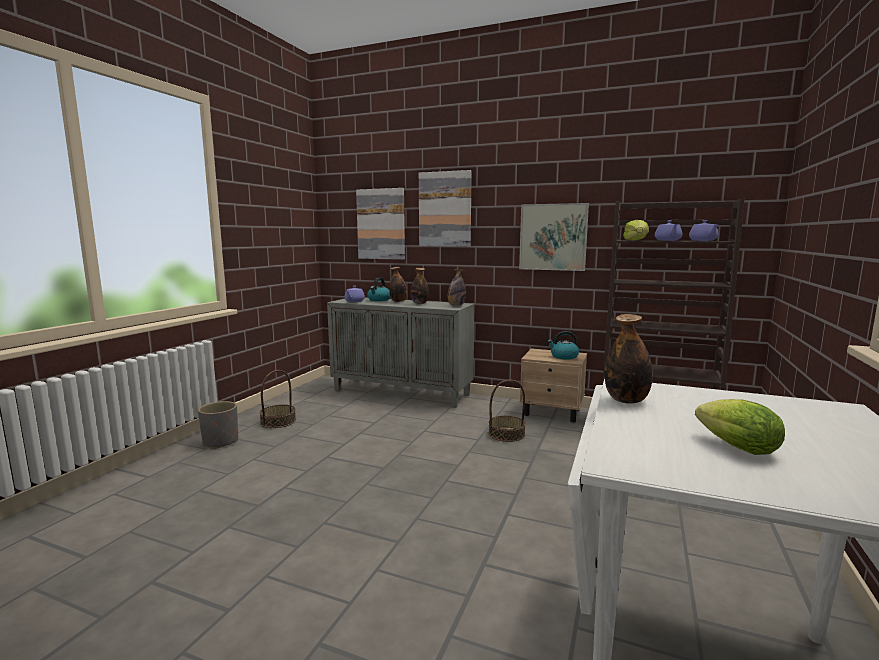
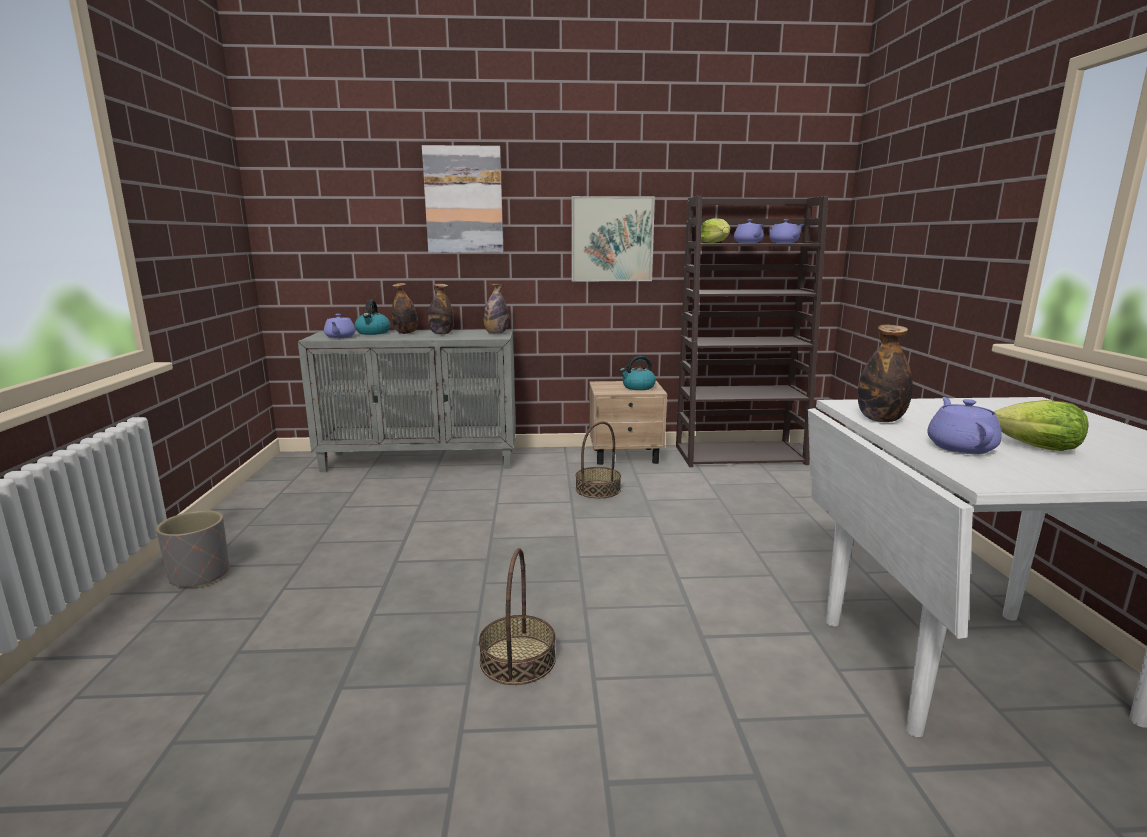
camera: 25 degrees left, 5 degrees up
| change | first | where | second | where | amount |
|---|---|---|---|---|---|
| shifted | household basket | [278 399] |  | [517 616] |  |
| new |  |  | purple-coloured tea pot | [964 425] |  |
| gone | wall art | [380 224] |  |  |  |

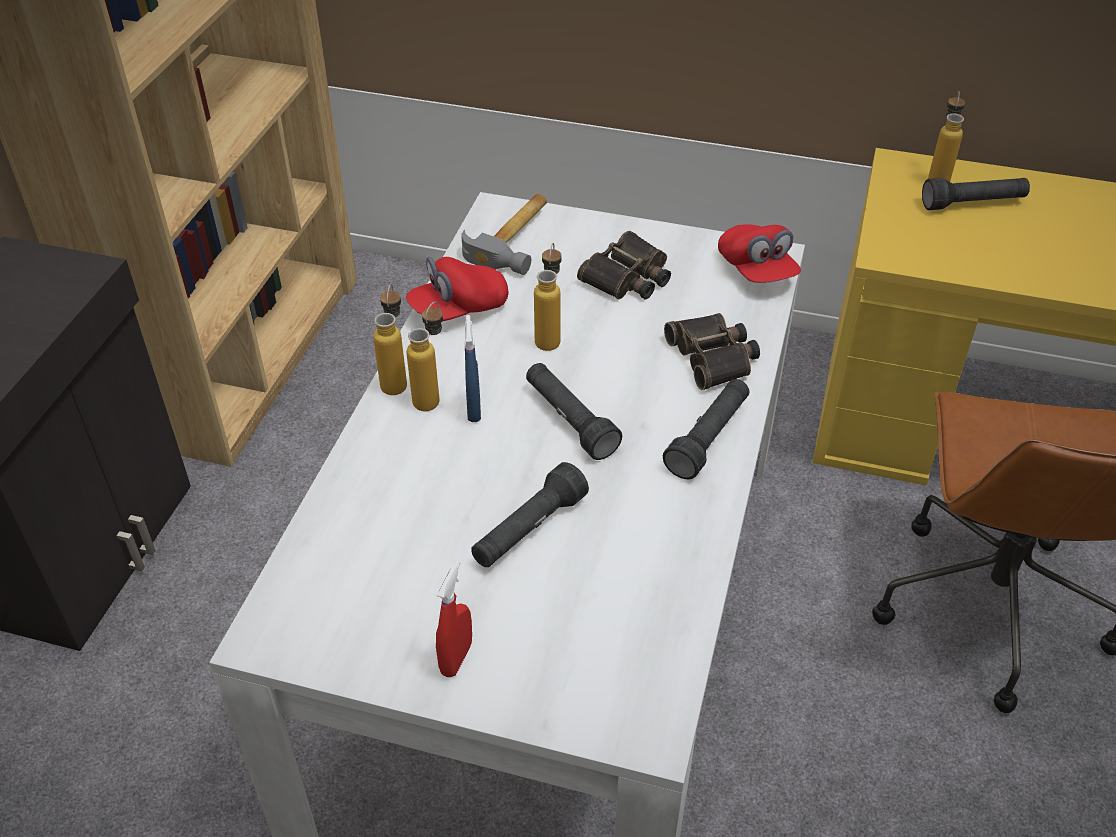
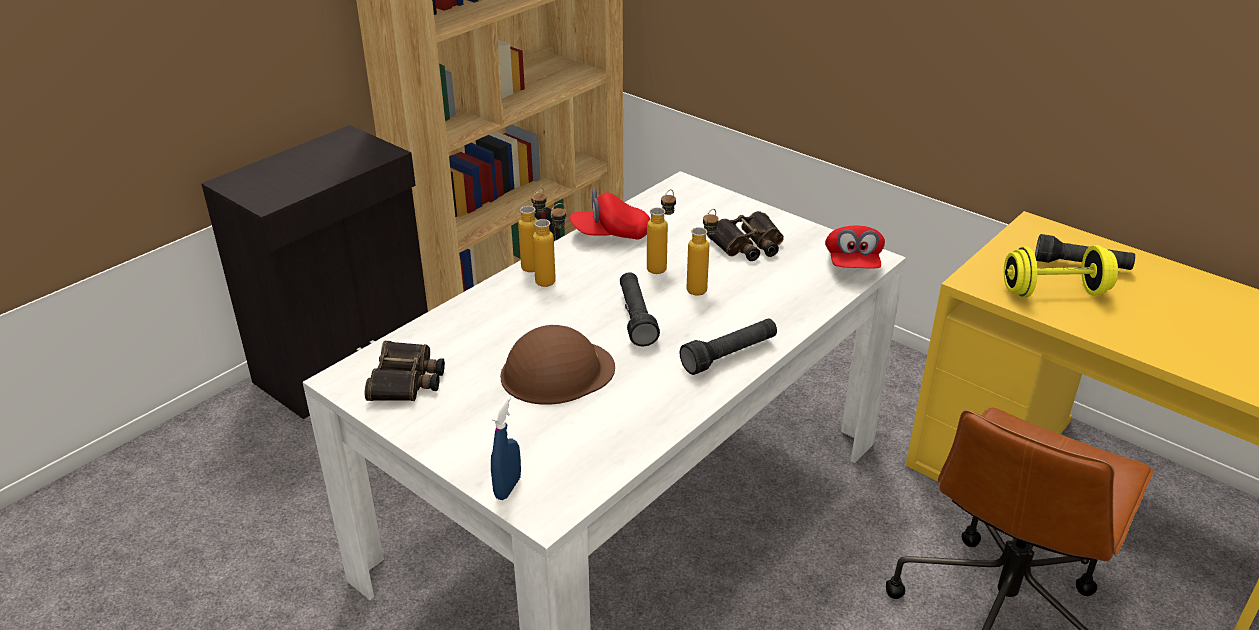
camera: 25 degrees right, 10 degrees down
| change | first | where | second | where | amount |
|---|---|---|---|---|---|
| shifted | binoculars | [712 351] |  | [405 371] |  |
| shifted | blue-coloured hand sprayer | [473 368] |  | [506 448] |  |
| swapped | blackish torch | [530 514] | brown-coloured safety helmet | [557 364] |  |
| shifted | bottle | [946 136] |  | [703 252] |  |
| new |  |  | yellow-coloured free weight | [1061 271] |  |
| gone | red-coloured hand sprayer | [454 619] |  |  |  |
| gone | tool hammer | [504 234] |  |  |  |

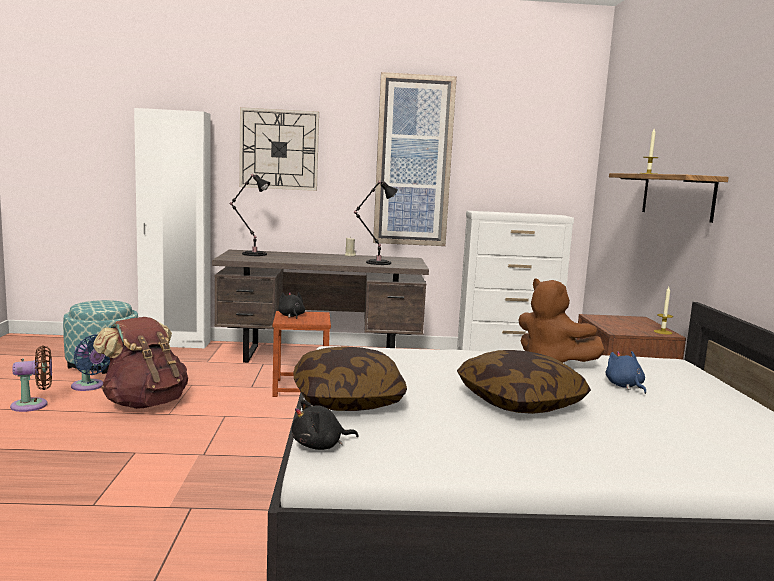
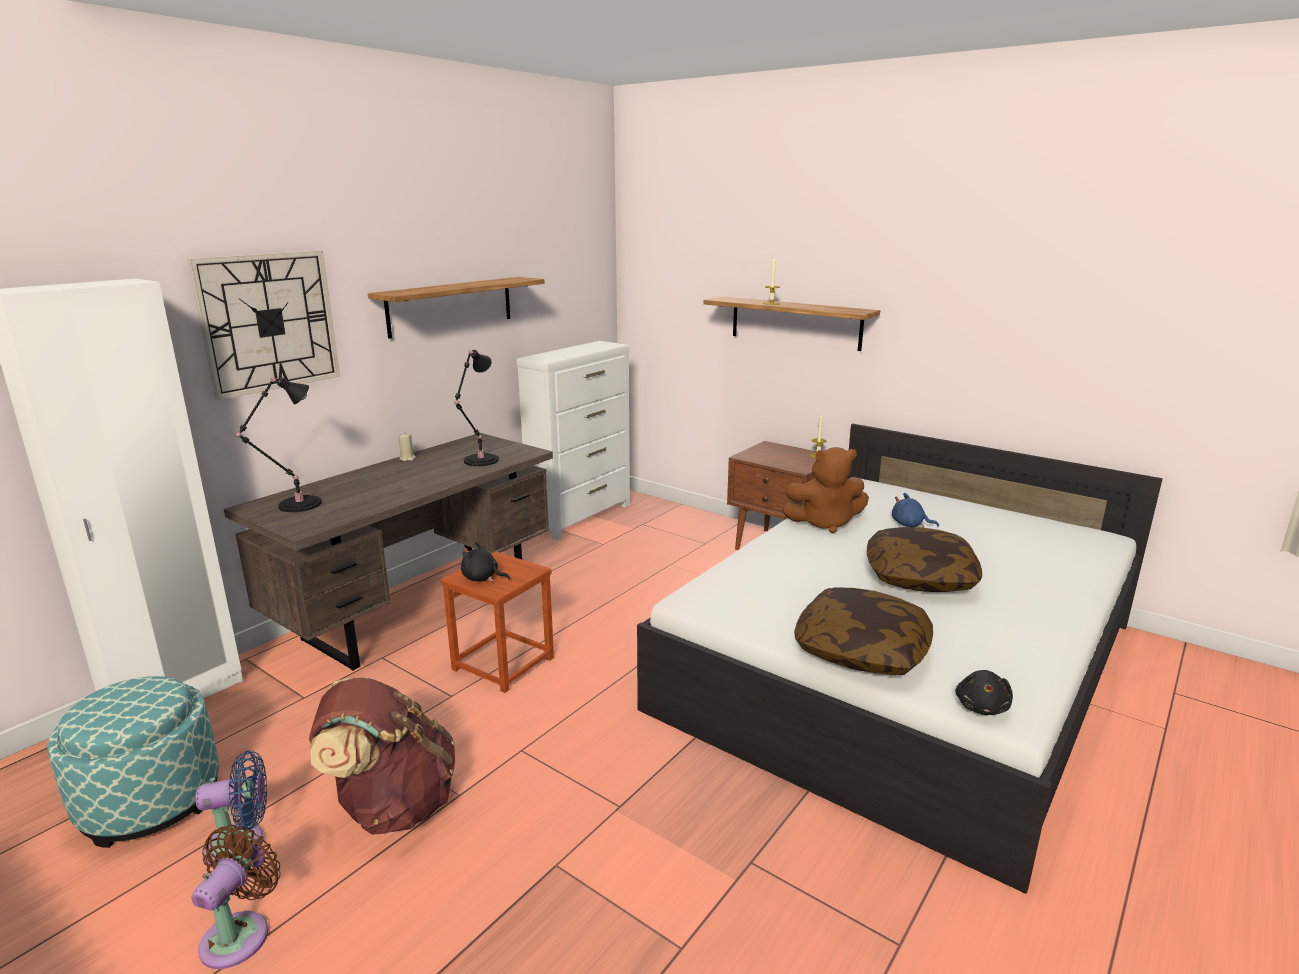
camera: 50 degrees left, 10 degrees up
| change | first | where | second | where | amount |
|---|---|---|---|---|---|
| swapped | wall art | [415 159] | wall shelf | [456 307] |  |

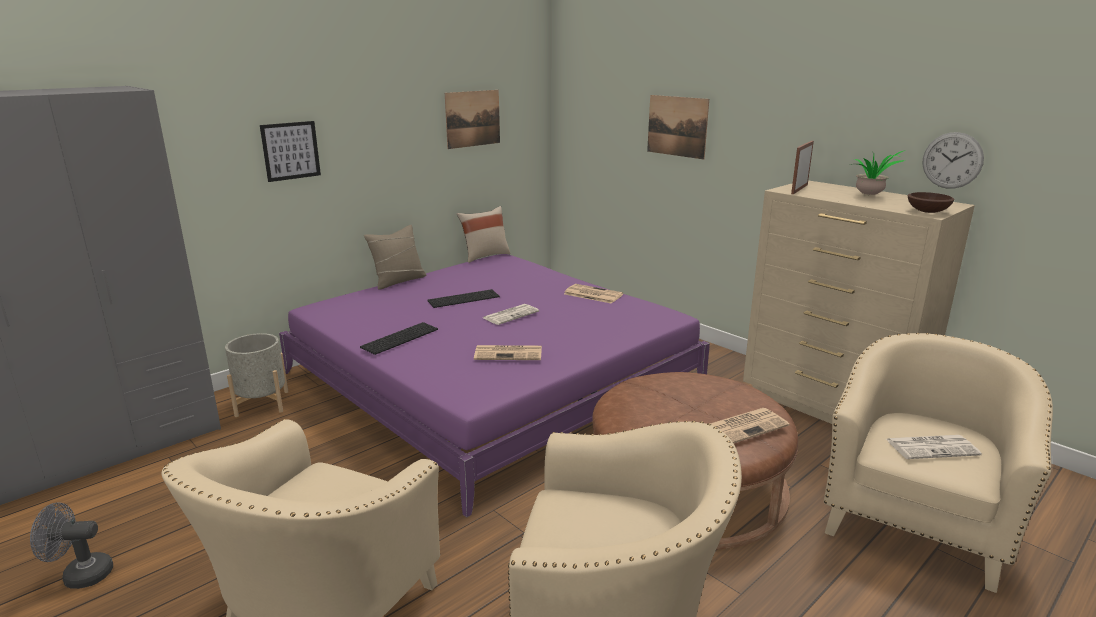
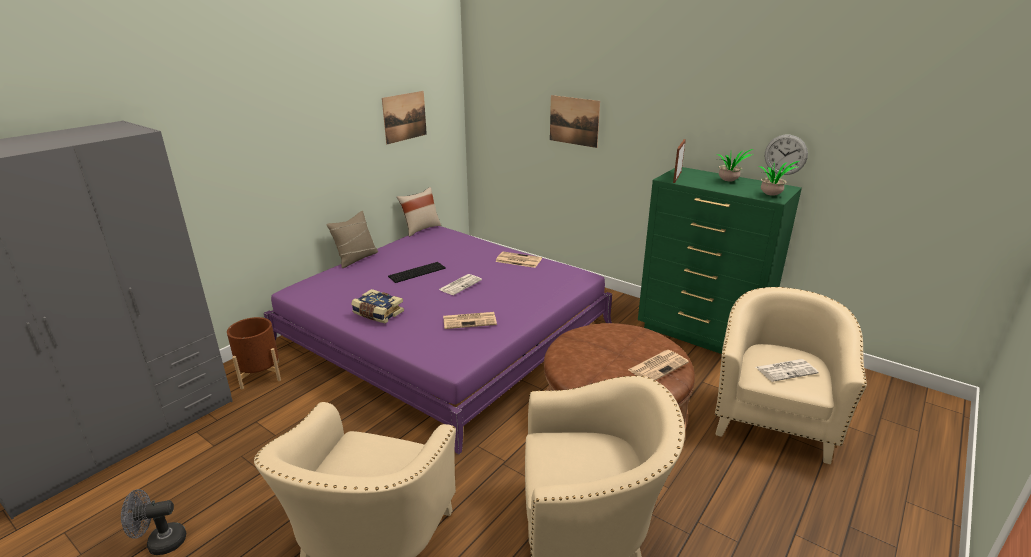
camera: 10 degrees left, 5 degrees up
| change | first | where | second | where | amount |
|---|---|---|---|---|---|
| repainted | gray plant pot | [256 375] | brown-coloured plant pot | [254 353] |  |
| swapped | computer keyboard | [399 338] | bound book | [377 306] |  |
| repainted | beige-coloured dresser | [859 302] | green dresser | [720 260] |  |
| swapped | brown-coloured bowl | [931 202] | potted plant | [779 178] |  |
| gone | wall art | [290 151] |  |  |  |

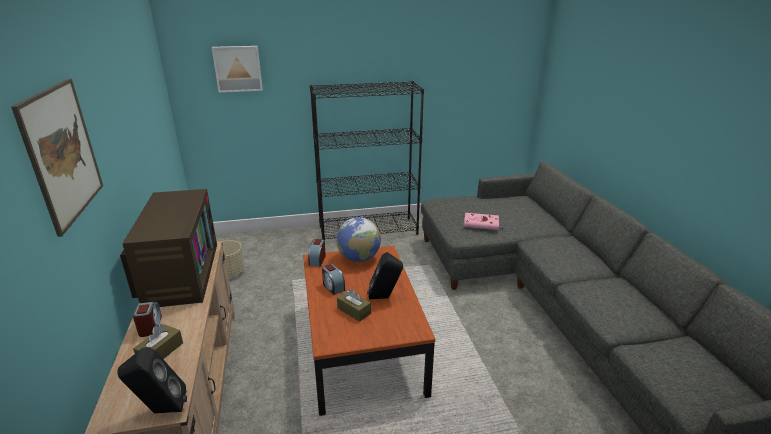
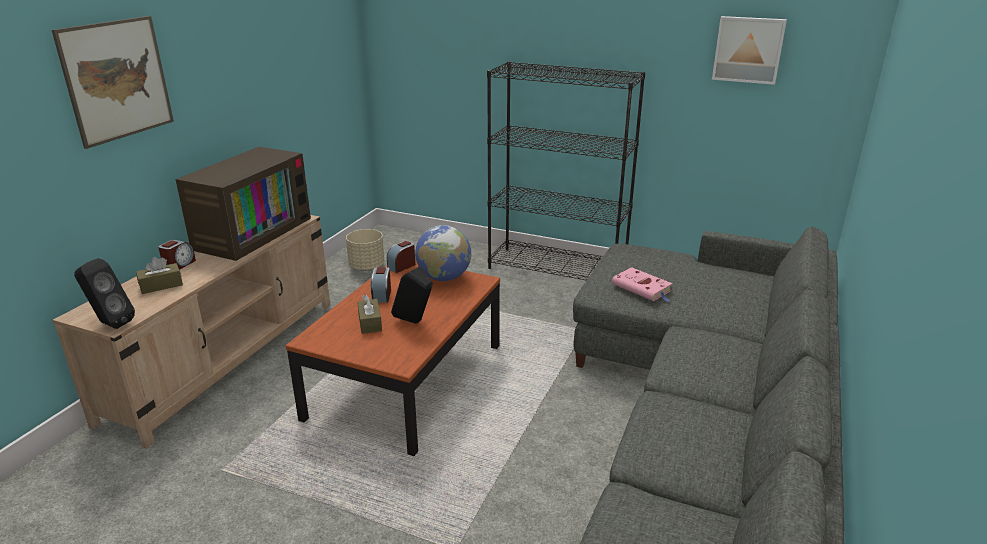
camera: 35 degrees right, 0 degrees up
| change | first | where | second | where | amount |
|---|---|---|---|---|---|
| shifted | wall art | [237 69] |  | [749 50] |  |

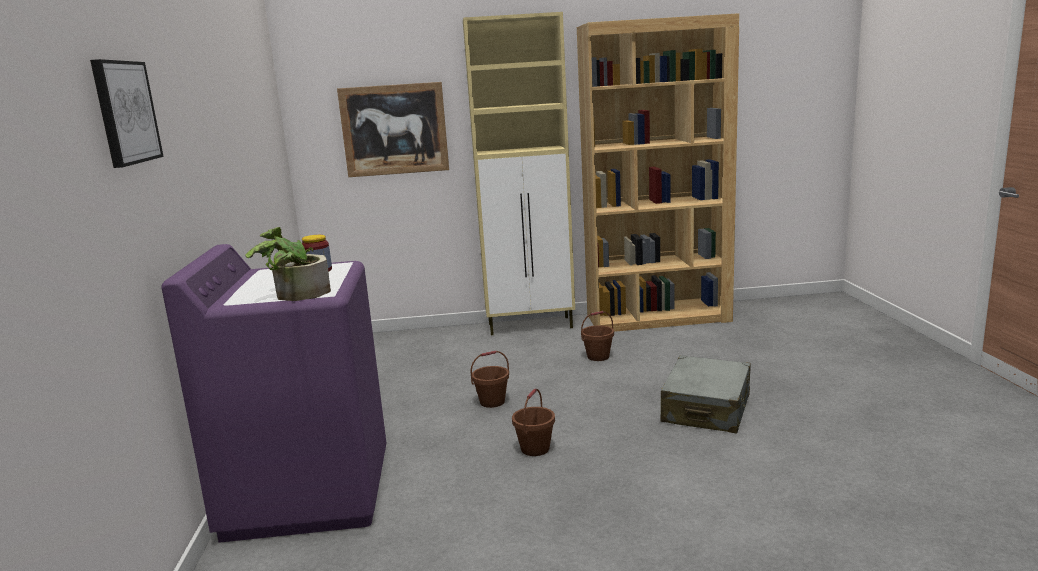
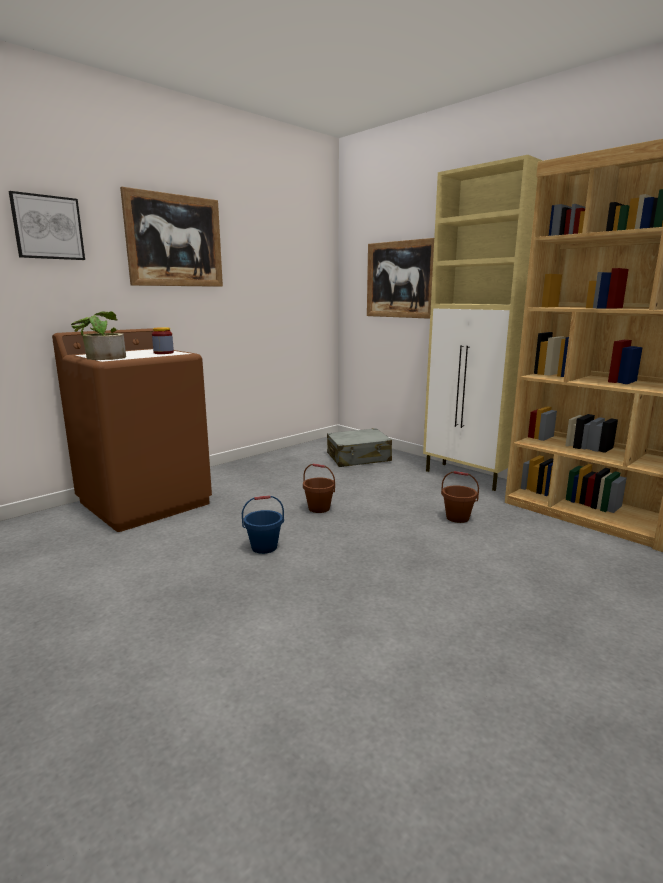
camera: 50 degrees right, 0 degrees up
| change | first | where | second | where | amount |
|---|---|---|---|---|---|
| repainted | purple-coloured washing machine | [273 393] | brown-coloured washing machine | [132 430] |  |
| new |  |  | wall art | [171 237] |  |
| repainted | brown-coloured bucket | [533 422] | blue-coloured bucket | [263 524] |  |
| shifted | gray suitcase | [705 394] |  | [359 447] |  |

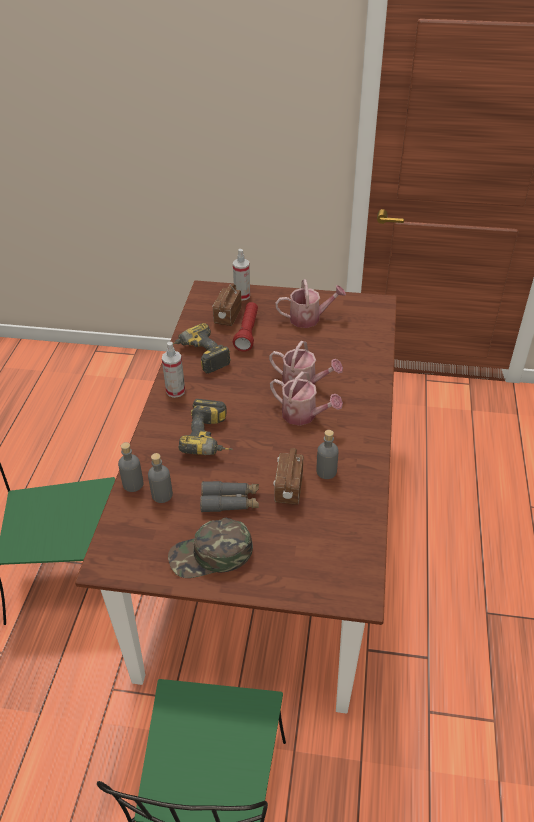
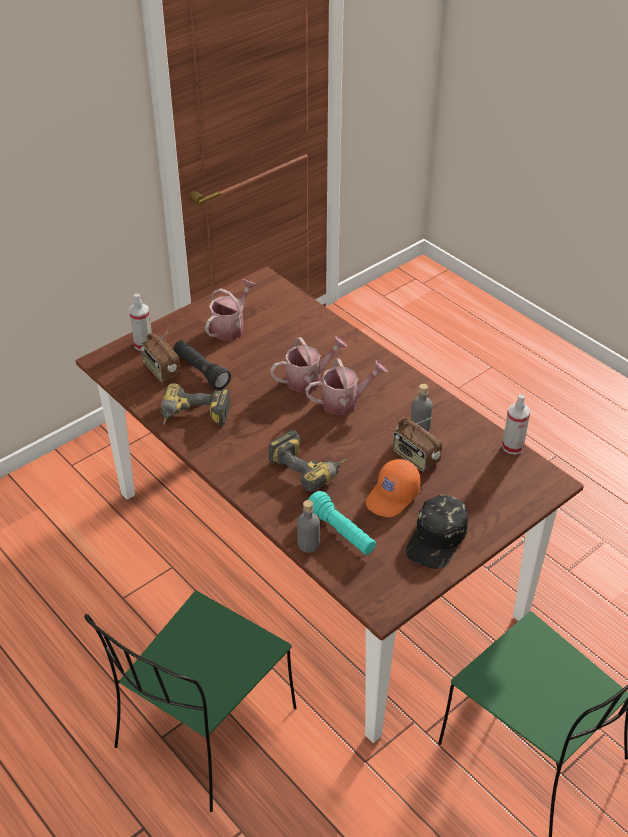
camera: 50 degrees left, 0 degrees up
| change | first | where | second | where | amount |
|---|---|---|---|---|---|
| repainted | red-coloured torch | [245 327] | blackish torch | [202 365] |  |
| swapped | gray bottle | [160 478] | blue-green torch | [342 523] |  |
| swapped | gray binoculars | [229 496] | orange cap | [393 488] |  |
| repainted | green cap | [210 548] | blackish cap | [437 532] |  |
| shifted | hand sprayer | [173 370] |  | [516 424] |  |

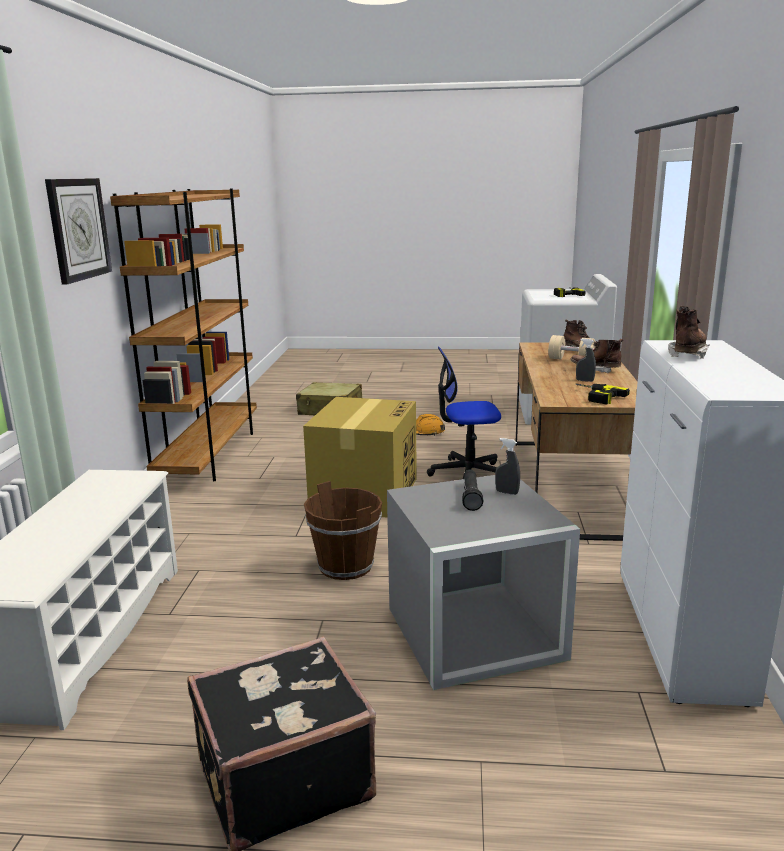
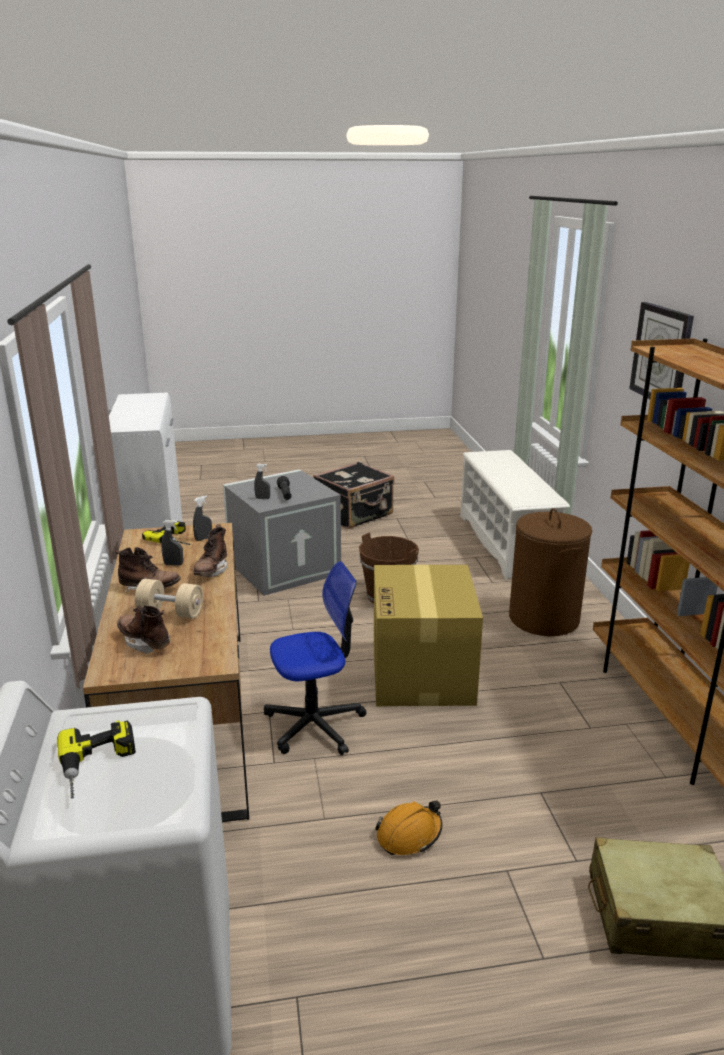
camera: 165 degrees right, 5 degrees up
| change | first | where | second | where | amount |
|---|---|---|---|---|---|
| new |  |  | gray hand sprayer | [202 518] |  |
| shifted | brown-coloured high-top boot | [689 332] |  | [210 550] |  |
| new |  |  | brown-coloured hamper | [550 572] |  |

